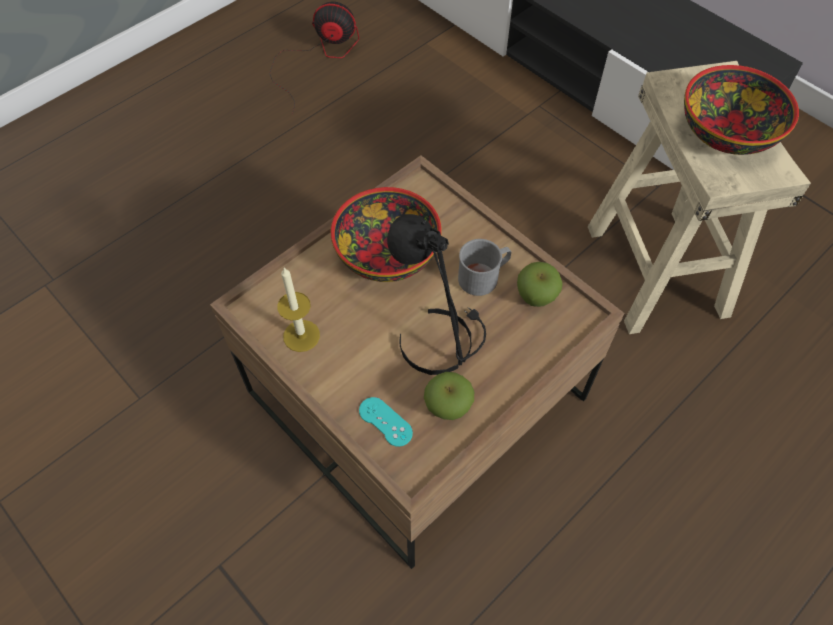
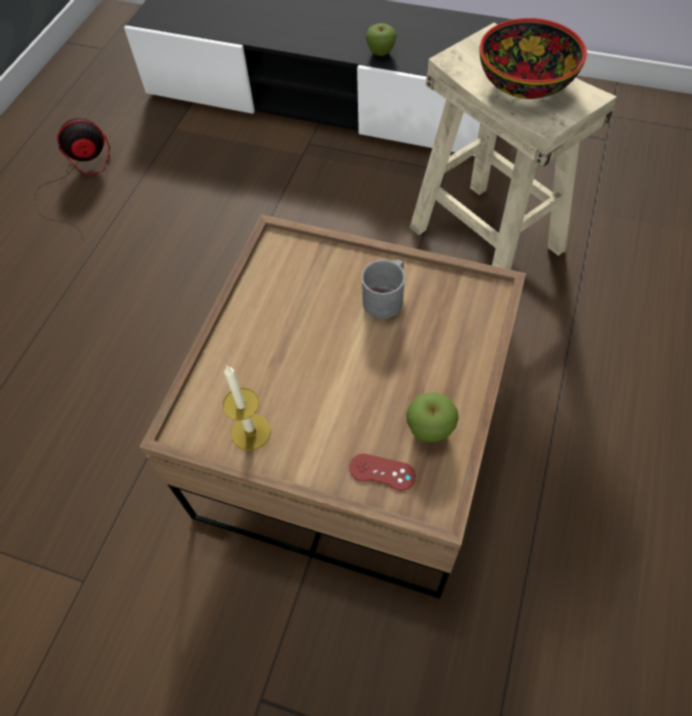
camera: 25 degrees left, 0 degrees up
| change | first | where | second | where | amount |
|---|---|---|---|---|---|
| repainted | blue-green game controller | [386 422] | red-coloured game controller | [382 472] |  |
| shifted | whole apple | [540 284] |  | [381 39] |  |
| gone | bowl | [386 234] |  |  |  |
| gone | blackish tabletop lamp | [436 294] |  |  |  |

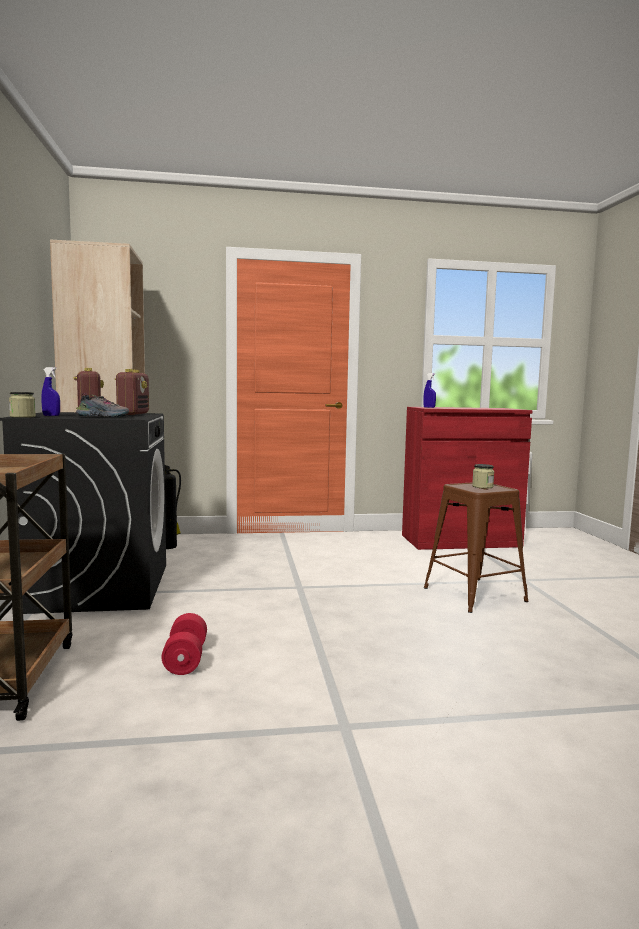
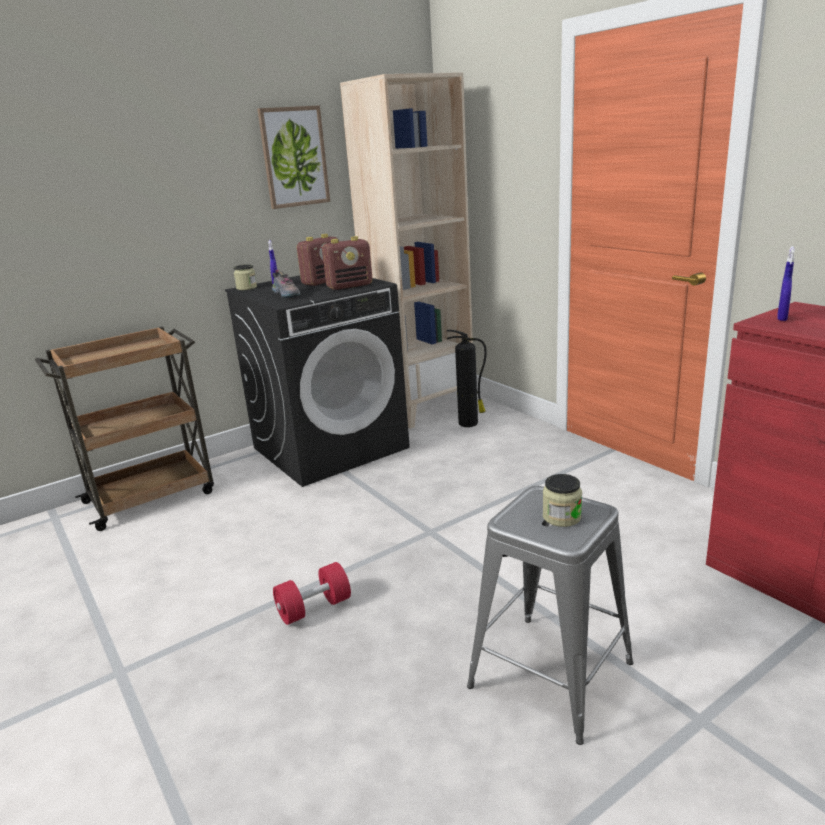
camera: 65 degrees right, 15 degrees up
| change | first | where | second | where | amount |
|---|---|---|---|---|---|
| new |  |  | wall art | [293 157] |  |
| shifted | red-coloured free weight | [184 644] |  | [312 593] |  |
| repainted | brown-coloured stool seat | [476 547] | gray stool seat | [550 615] |  |

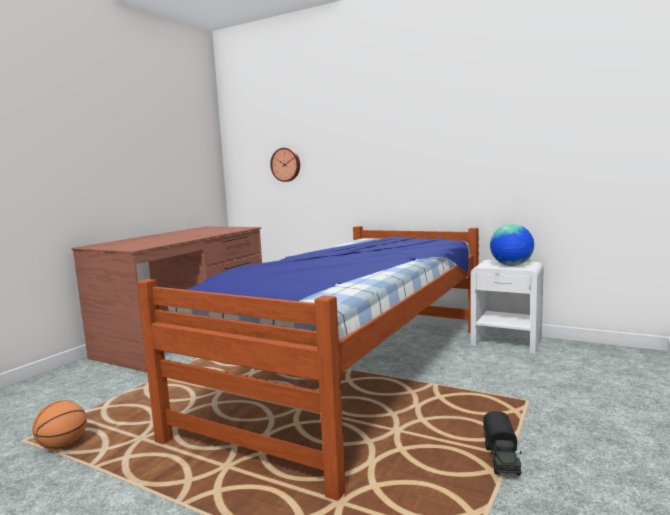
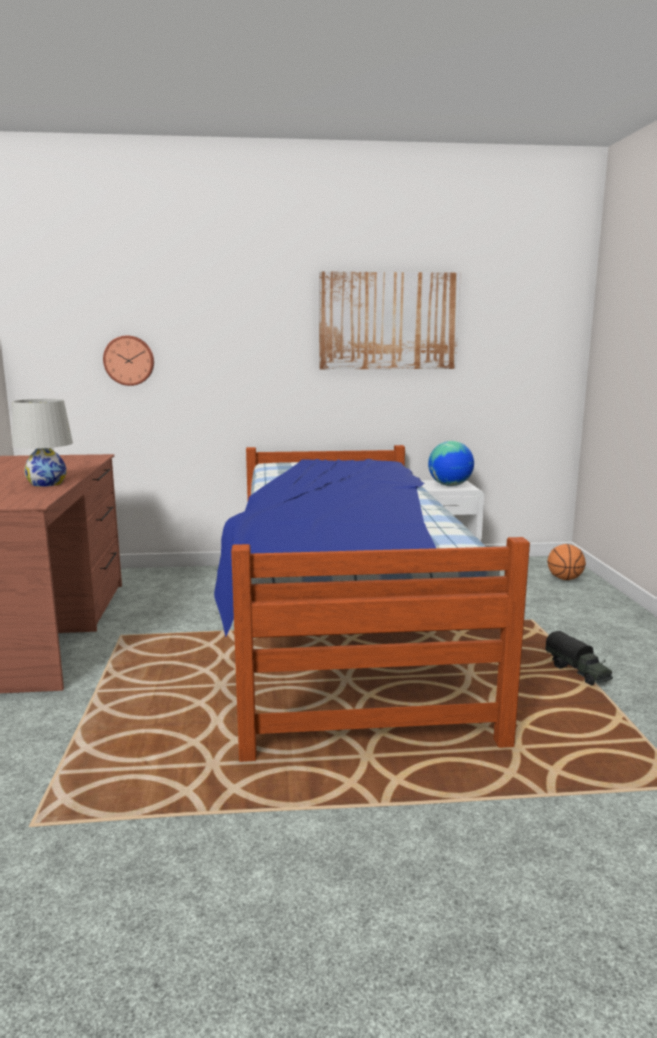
camera: 35 degrees left, 5 degrees up
| change | first | where | second | where | amount |
|---|---|---|---|---|---|
| new |  |  | white tabletop lamp | [42 443] |  |
| new |  |  | wall art | [390 320] |  |
| shifted | ball for basketball | [59 425] |  | [566 562] |  |

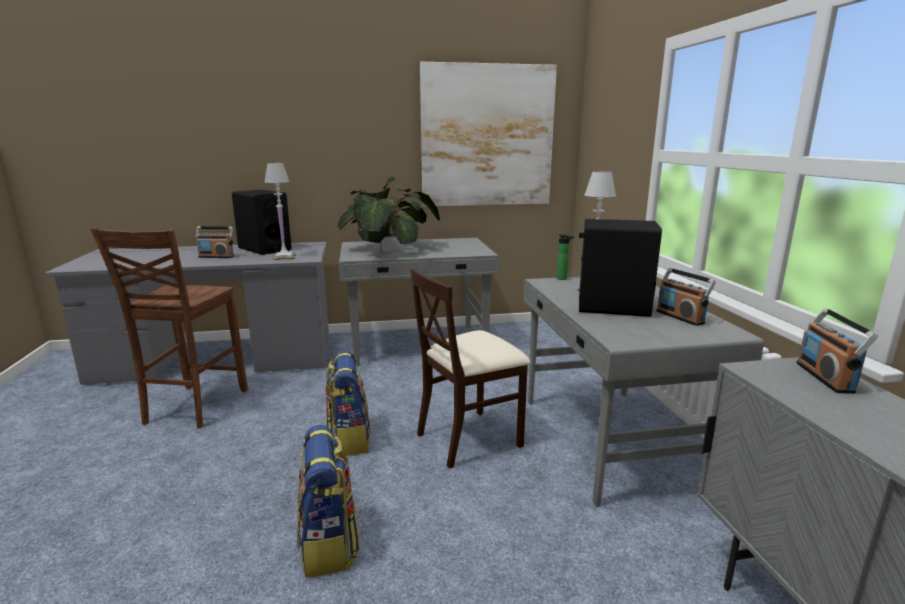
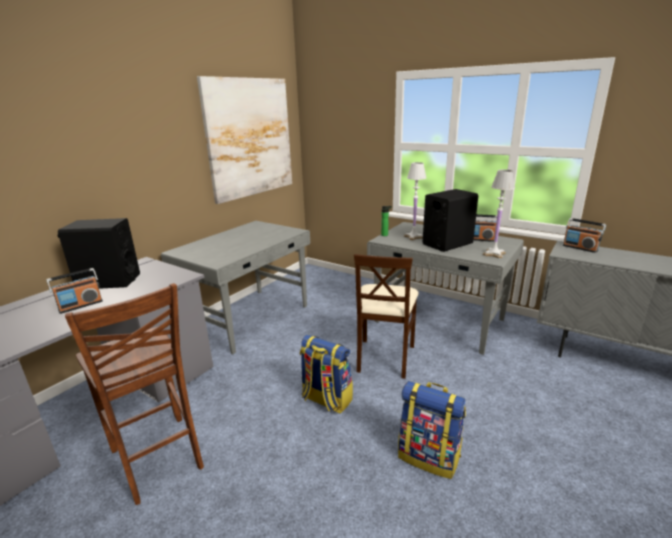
camera: 45 degrees left, 5 degrees up
| change | first | where | second | where | amount |
|---|---|---|---|---|---|
| shifted | white tabletop lamp | [280 211] |  | [499 214] |  |
| gone | potted plant | [389 215] |  |  |  |

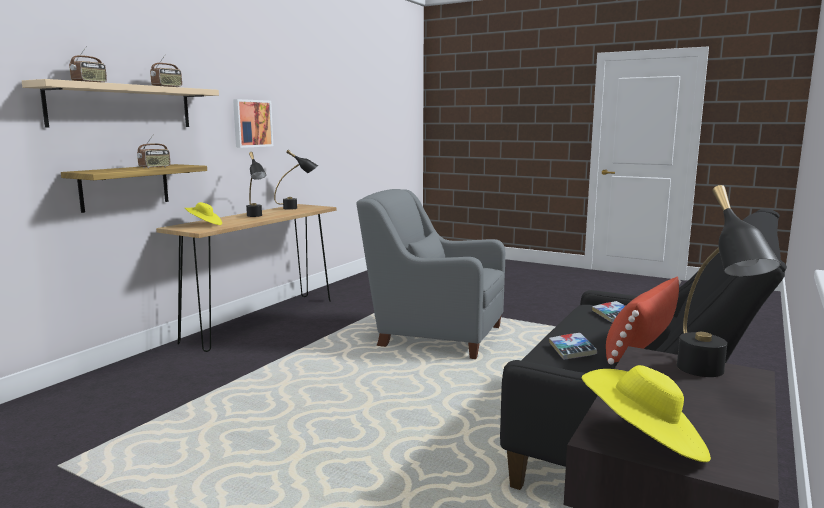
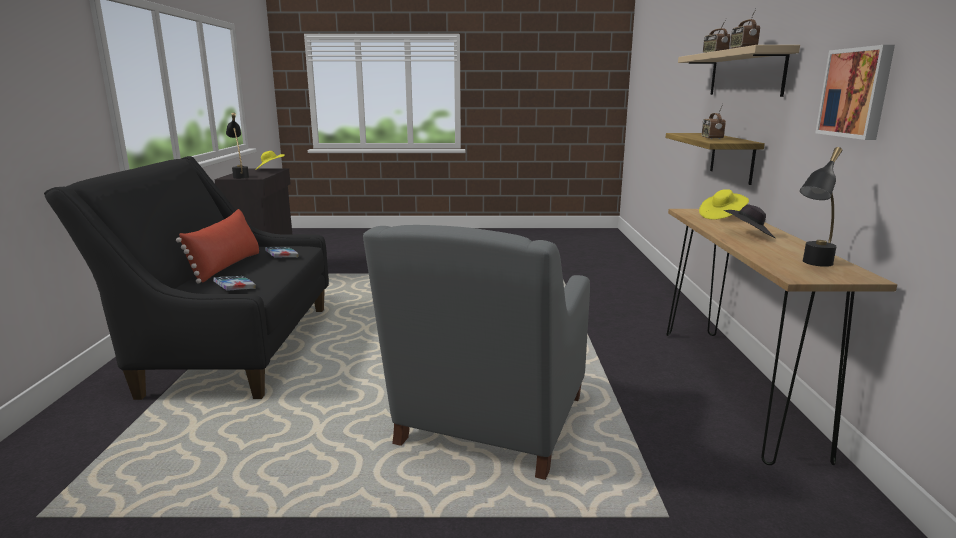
camera: 150 degrees right, 5 degrees up
| change | first | where | second | where | amount |
|---|---|---|---|---|---|
| rotated | gray lounge chair | [430 274] |  | [476 352] | 120 degrees clockwise |
| swapped | blackish tabletop lamp | [256 184] | blackish hat | [749 221] |  |

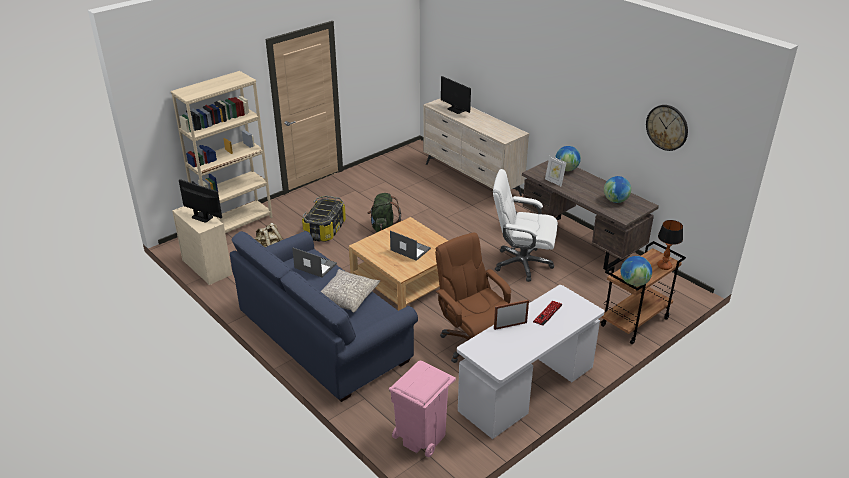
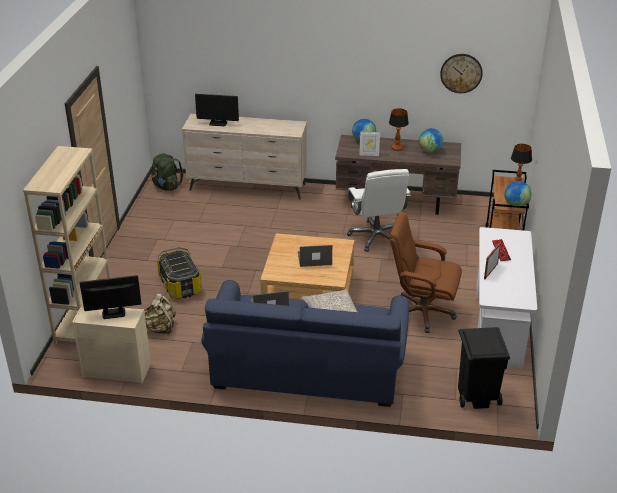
camera: 40 degrees left, 0 degrees up
| change | first | where | second | where | amount |
|---|---|---|---|---|---|
| shifted | green backpack | [384 212] |  | [167 172] |  |
| rotated | white desk chair | [525 225] |  | [379 210] | 75 degrees counterclockwise |
| new |  |  | tabletop lamp | [399 129] |  |
| repainted | pink-coloured rubbish bin | [422 409] | blackish rubbish bin | [484 368] |  |

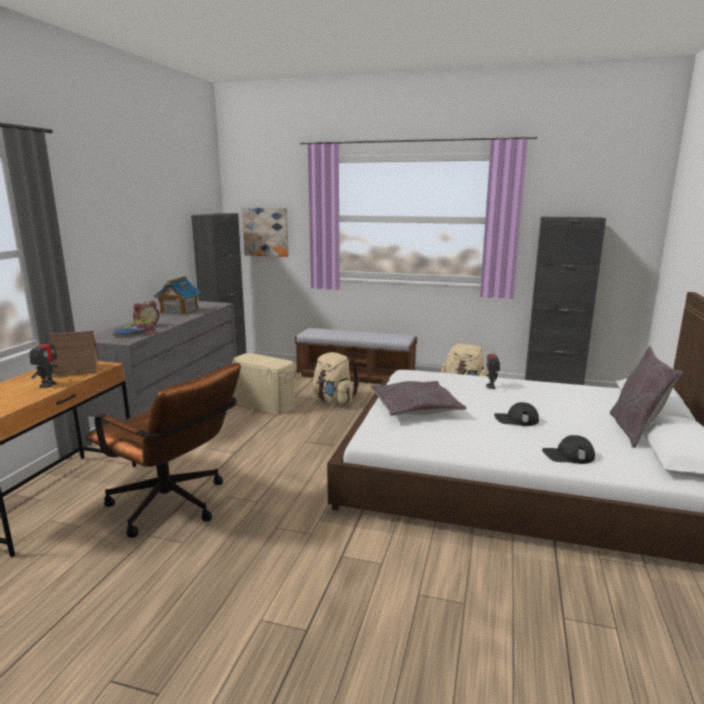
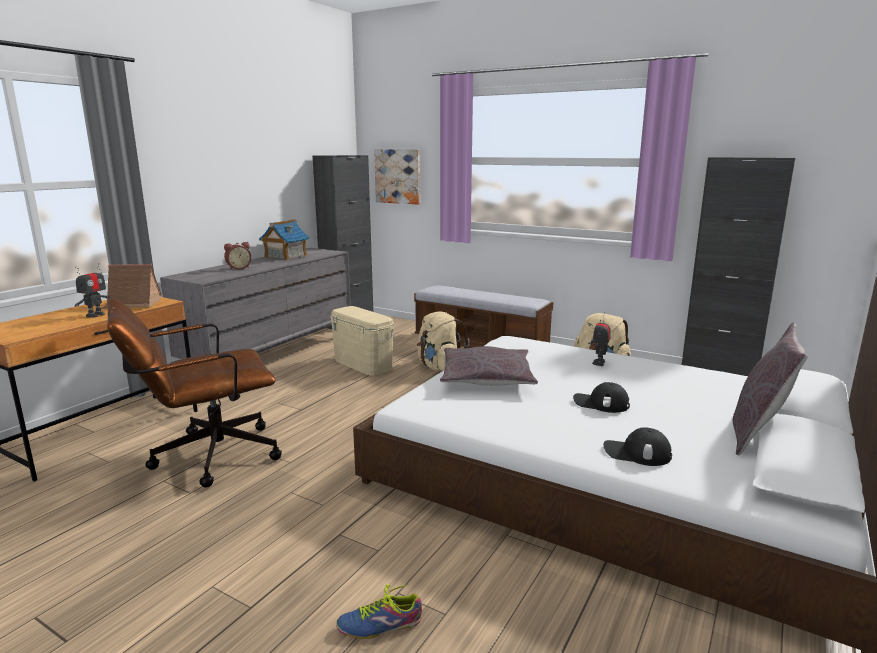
camera: 15 degrees right, 0 degrees up
| change | first | where | second | where | amount |
|---|---|---|---|---|---|
| rotated | brown-coloured desk chair | [163 450] |  | [194 393] | 105 degrees clockwise |
| shifted | low shoe | [133 326] |  | [379 611] |  |

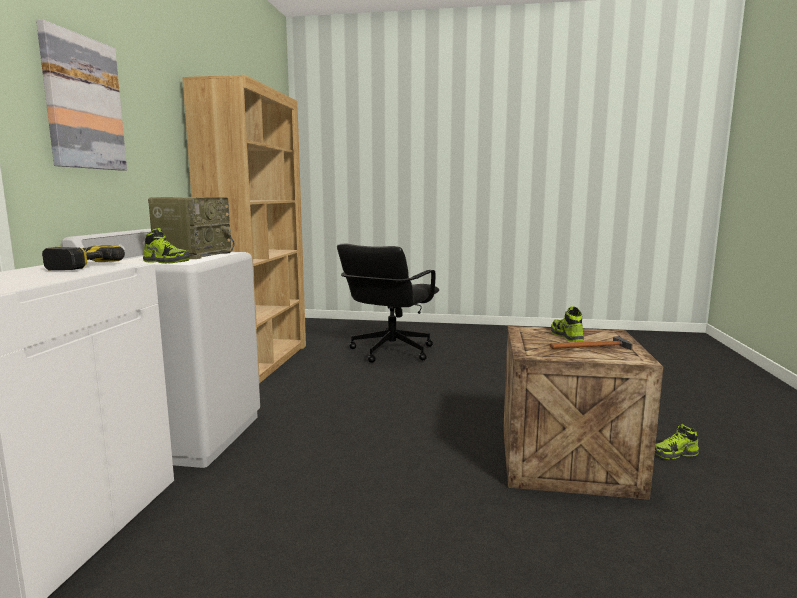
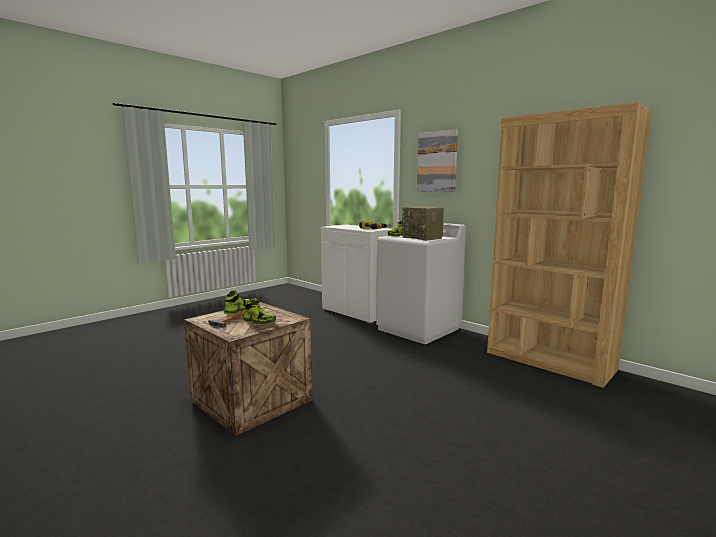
camera: 125 degrees right, 0 degrees up
| change | first | where | second | where | amount |
|---|---|---|---|---|---|
| shifted | low shoe | [677 441] |  | [237 302] |  |
| gone | blackish desk chair | [388 303] |  |  |  |

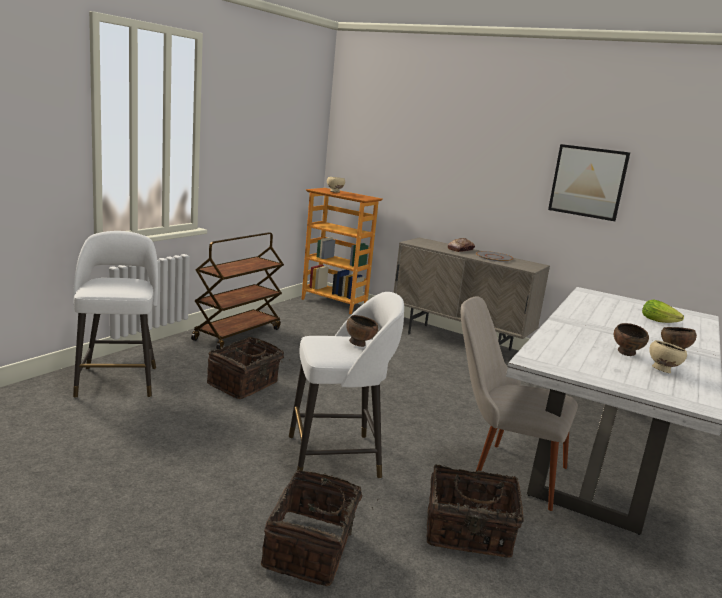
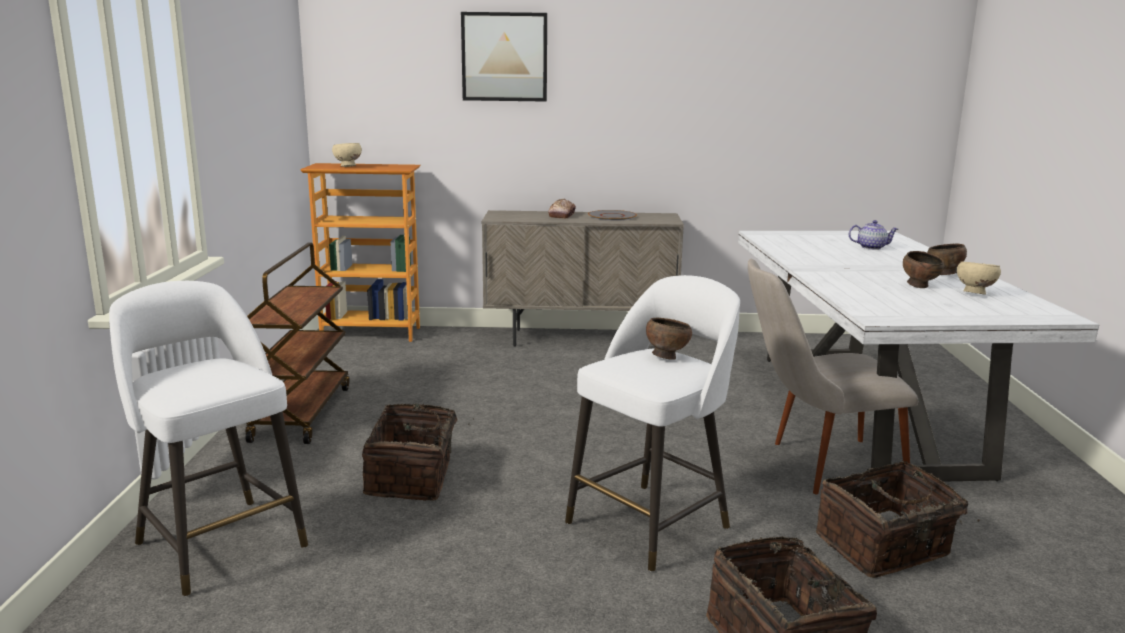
camera: 30 degrees left, 0 degrees up
| change | first | where | second | where | amount |
|---|---|---|---|---|---|
| shifted | wall art | [589 182] |  | [504 57] |  |
| swapped | head of lettuce | [663 311] | tea pot | [873 235] |  |

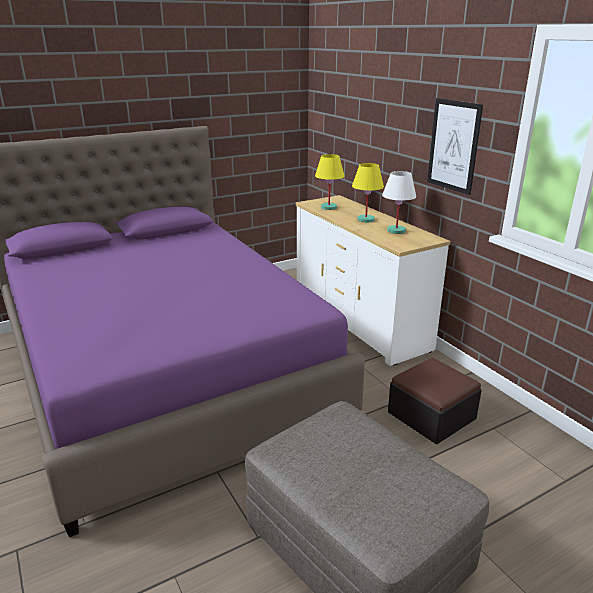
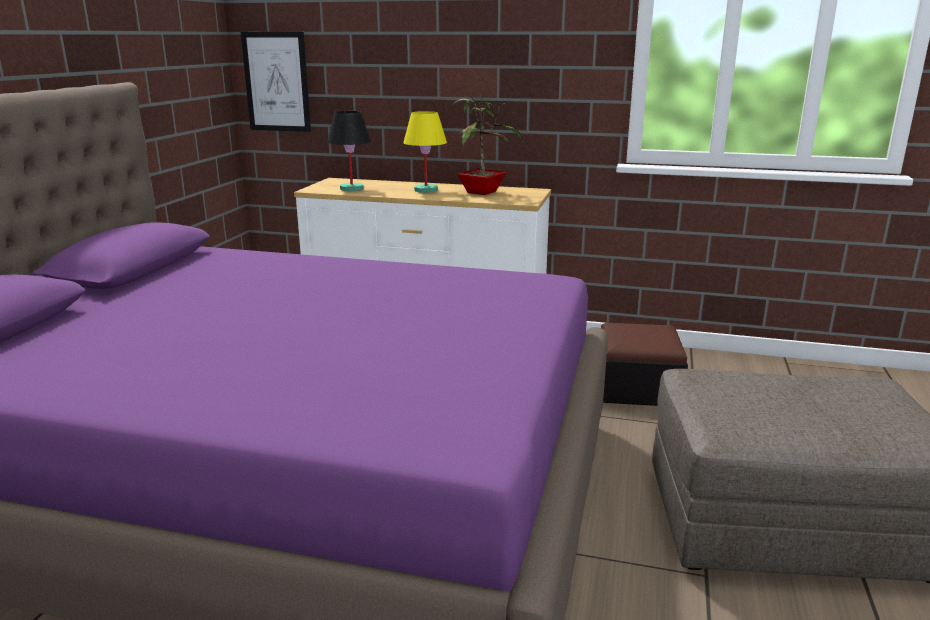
camera: 45 degrees left, 5 degrees down
| change | first | where | second | where | amount |
|---|---|---|---|---|---|
| shifted | wall art | [455 146] |  | [276 82] |  |
| repainted | yellow-coloured tabletop lamp | [330 182] | blackish tabletop lamp | [349 151] |  |
| swapped | white tabletop lamp | [399 202] | potted plant | [489 144] |  |

